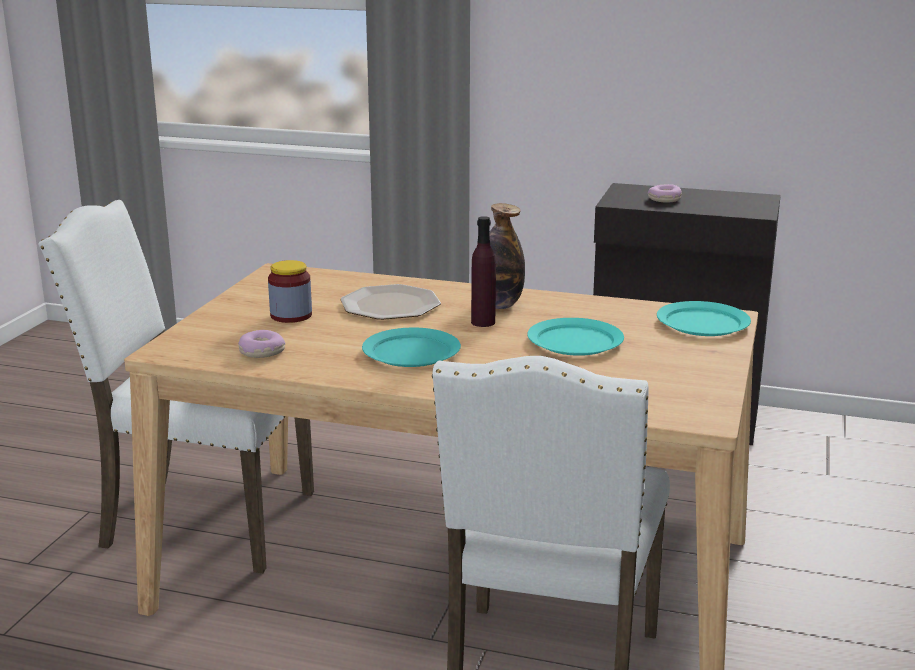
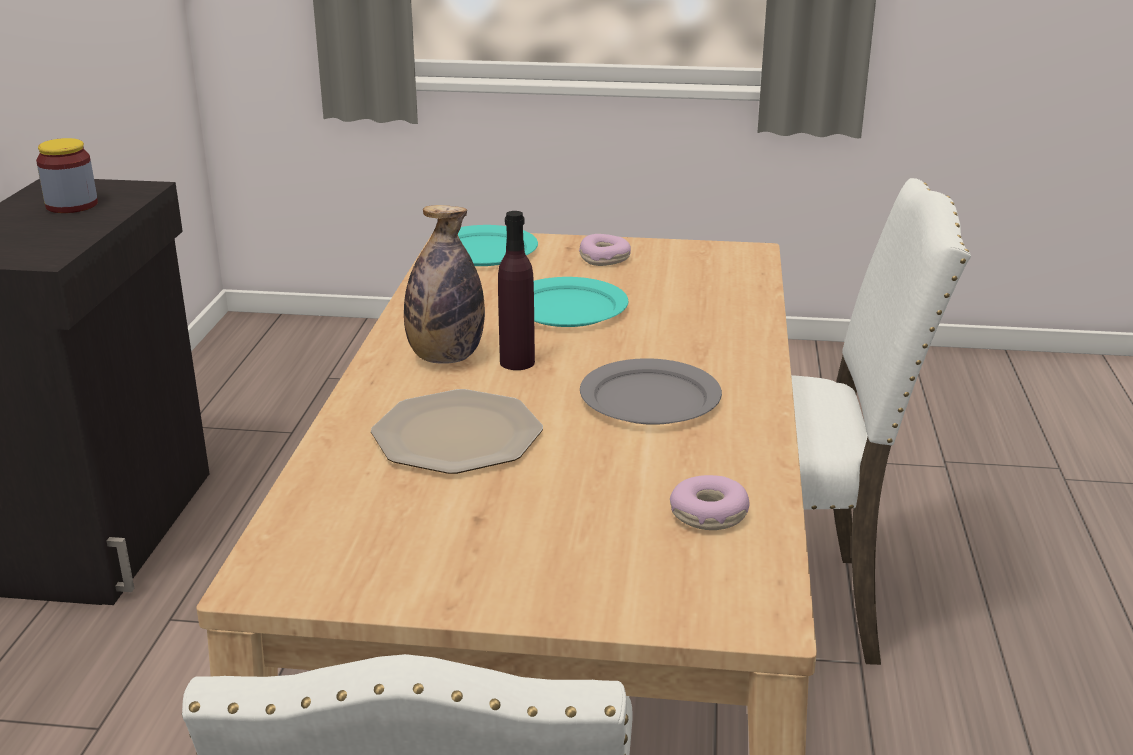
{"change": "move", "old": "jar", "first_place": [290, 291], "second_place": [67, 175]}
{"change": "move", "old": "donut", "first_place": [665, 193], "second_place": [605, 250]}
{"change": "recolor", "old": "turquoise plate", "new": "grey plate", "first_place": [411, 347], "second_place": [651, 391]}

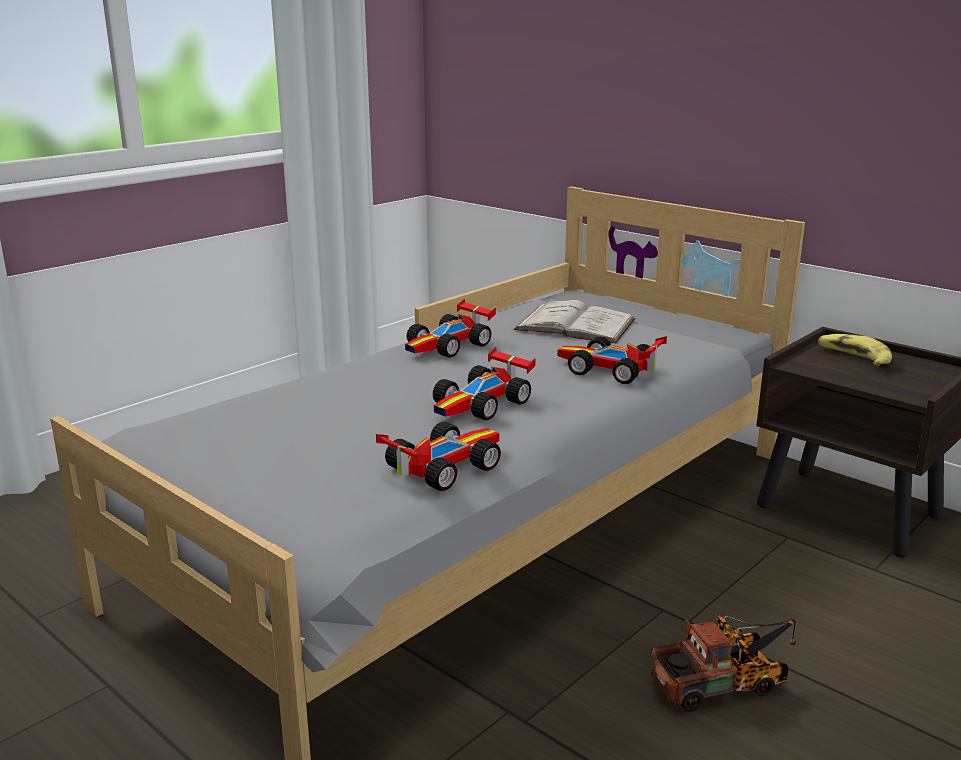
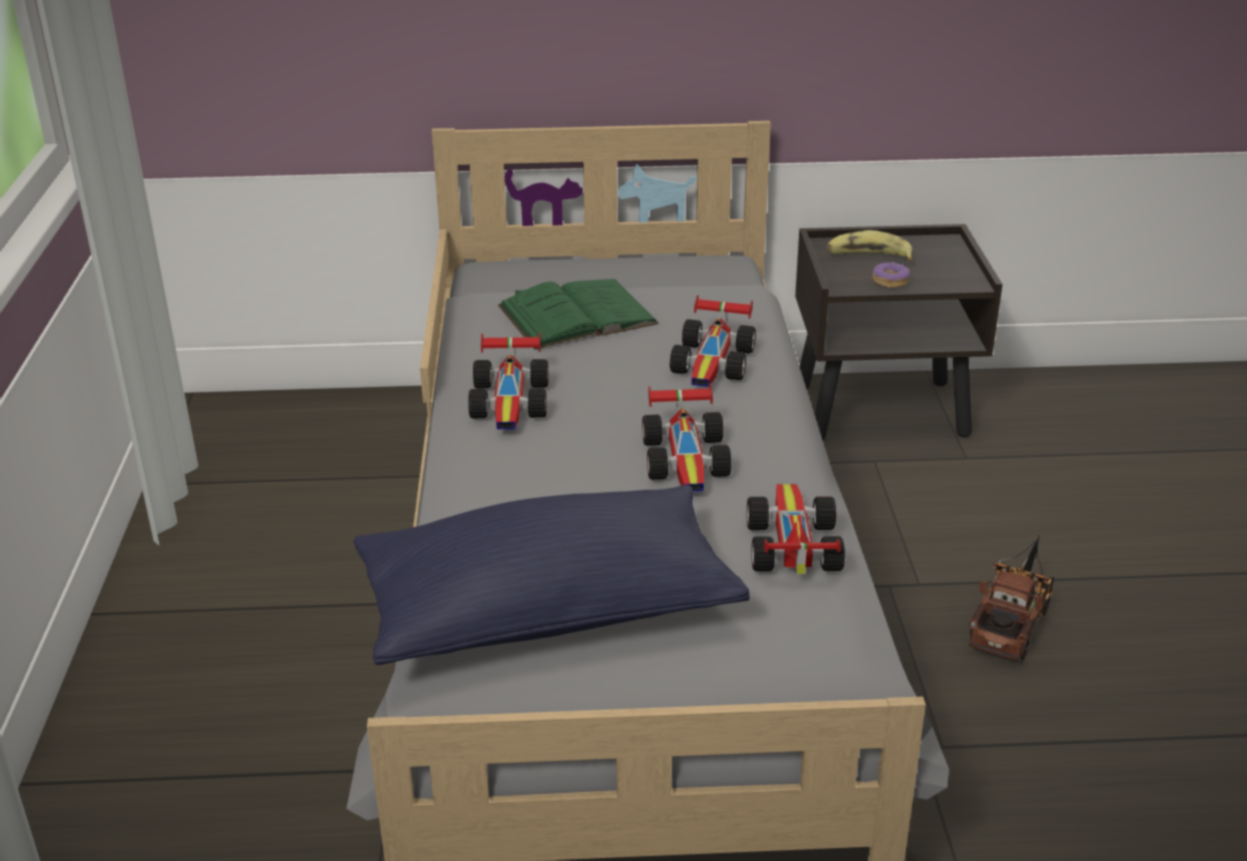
{"change": "insert", "new": "blue pillow", "second_place": [551, 575]}
{"change": "recolor", "old": "white book", "new": "green book", "first_place": [574, 320], "second_place": [578, 314]}
{"change": "rotate", "old": "toy car", "first_place": [612, 360], "second_place": [713, 341], "degrees": -60}
{"change": "insert", "new": "donut", "second_place": [891, 275]}

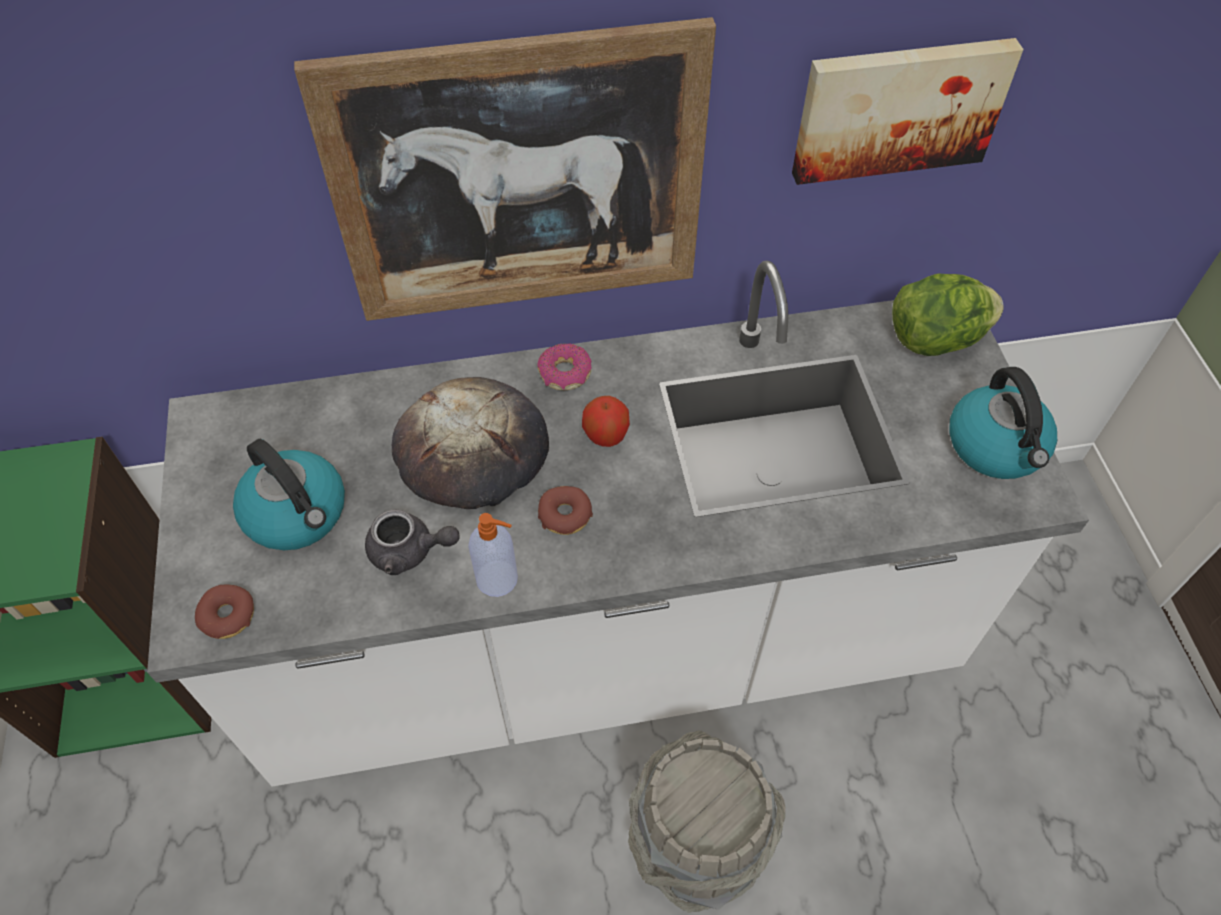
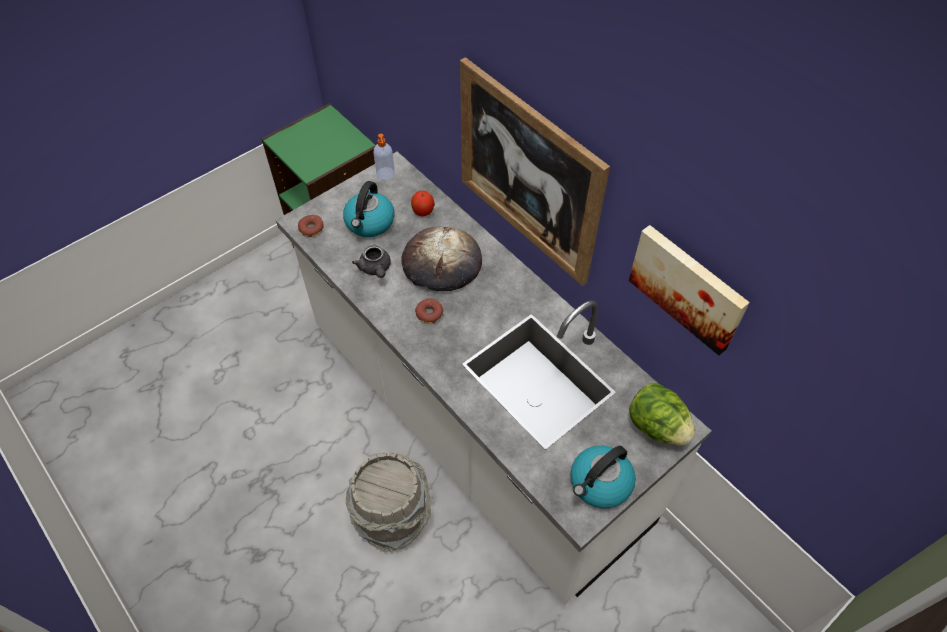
{"change": "move", "old": "soap dispenser", "first_place": [493, 555], "second_place": [384, 157]}
{"change": "move", "old": "apple", "first_place": [606, 421], "second_place": [423, 204]}
{"change": "delete", "old": "donut", "first_place": [565, 367]}

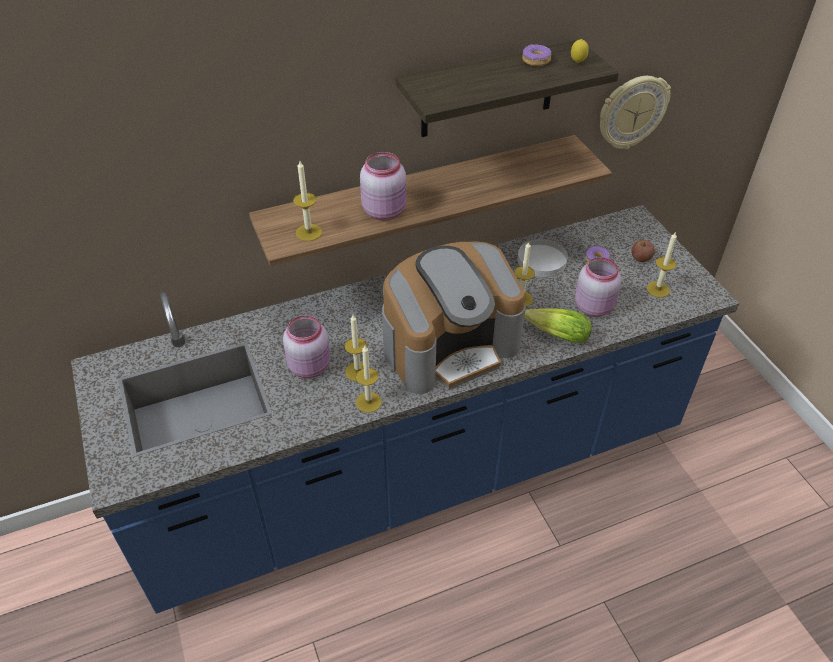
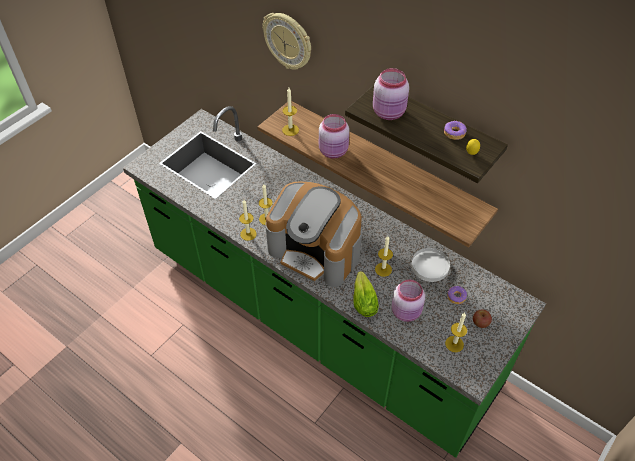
{"change": "recolor", "old": "blue counter", "new": "green counter", "first_place": [405, 409], "second_place": [334, 282]}
{"change": "move", "old": "wall clock", "first_place": [635, 112], "second_place": [287, 41]}
{"change": "move", "old": "pink jar", "first_place": [306, 346], "second_place": [391, 94]}

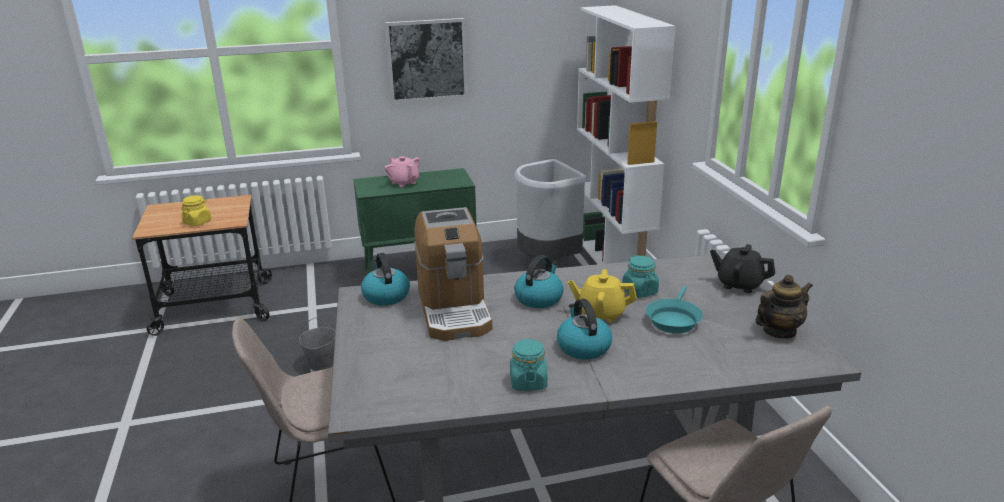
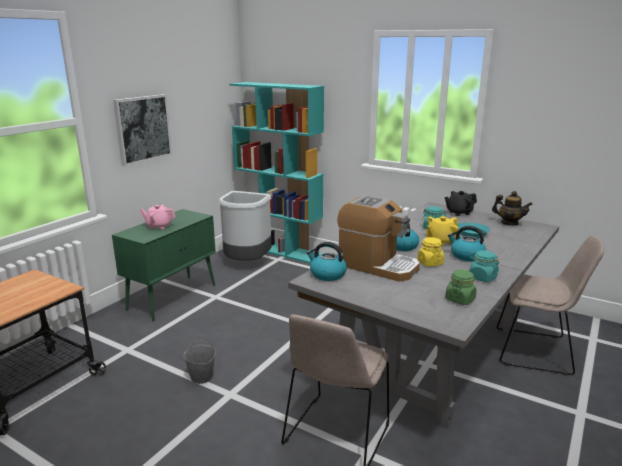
{"change": "recolor", "old": "white bookcase", "new": "turquoise bookcase", "first_place": [626, 134], "second_place": [277, 172]}
{"change": "move", "old": "yellow jar", "first_place": [196, 210], "second_place": [431, 251]}
{"change": "insert", "new": "green jar", "second_place": [461, 287]}
{"change": "rotate", "old": "teapot", "first_place": [784, 306], "second_place": [512, 208], "degrees": 105}

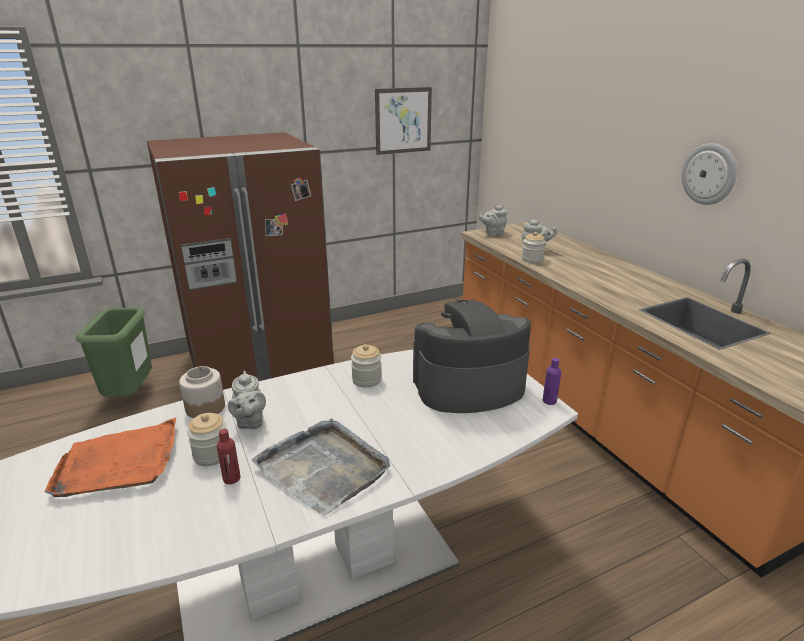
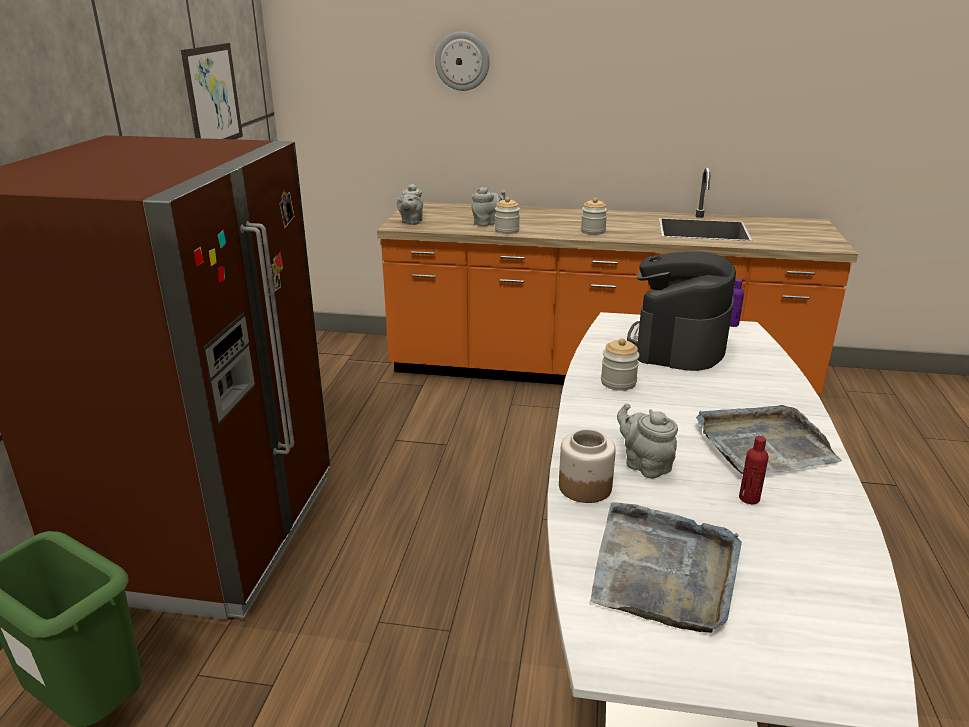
{"change": "move", "old": "wall clock", "first_place": [709, 174], "second_place": [462, 61]}
{"change": "move", "old": "jar", "first_place": [206, 439], "second_place": [594, 216]}
{"change": "recolor", "old": "orange tray", "new": "grey tray", "first_place": [110, 457], "second_place": [666, 567]}
{"change": "rotate", "old": "grey teapot", "first_place": [247, 400], "second_place": [647, 440], "degrees": -150}

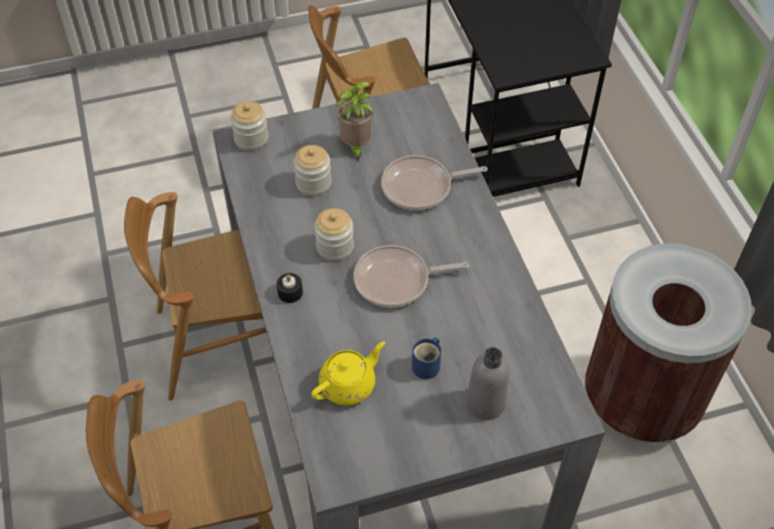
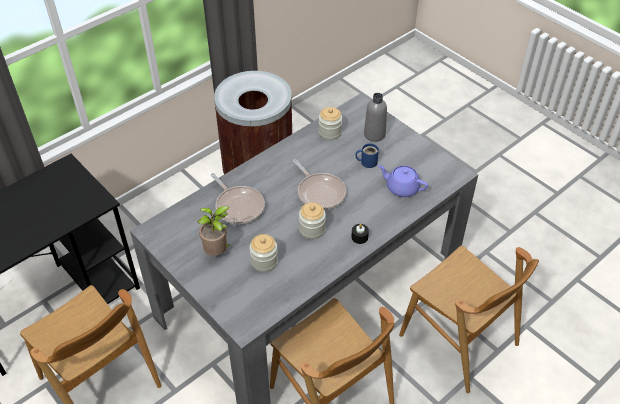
{"change": "move", "old": "jar", "first_place": [249, 126], "second_place": [330, 123]}
{"change": "recolor", "old": "yellow teapot", "new": "purple teapot", "first_place": [348, 373], "second_place": [403, 181]}

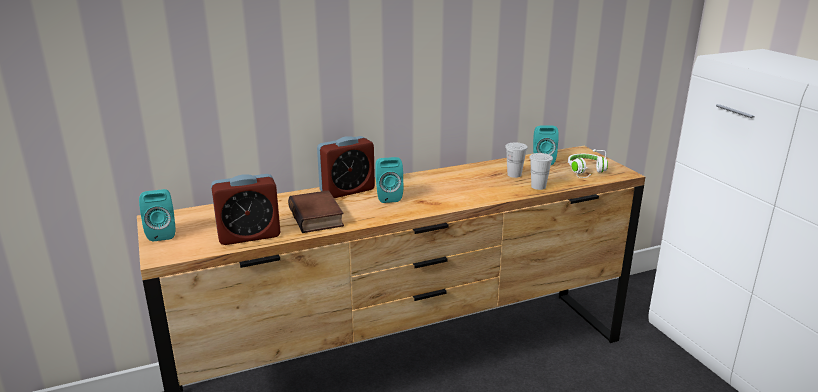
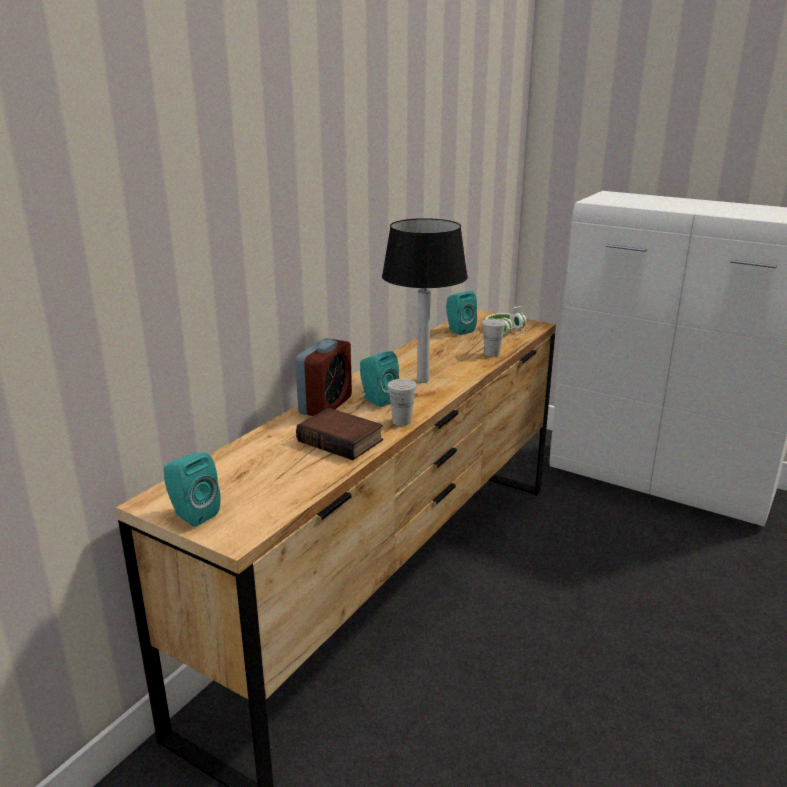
{"change": "insert", "new": "table lamp", "second_place": [425, 300]}
{"change": "move", "old": "white cup", "first_place": [516, 160], "second_place": [402, 402]}
{"change": "delete", "old": "alarm clock", "first_place": [246, 209]}

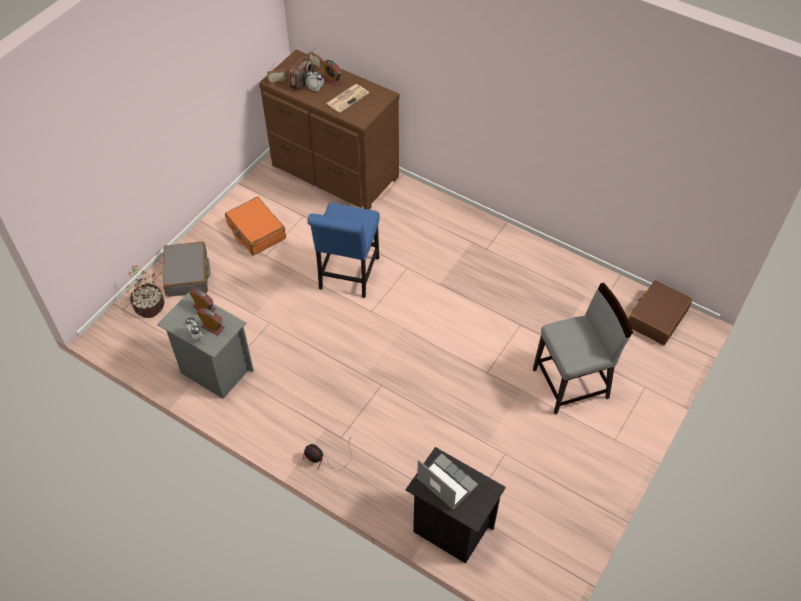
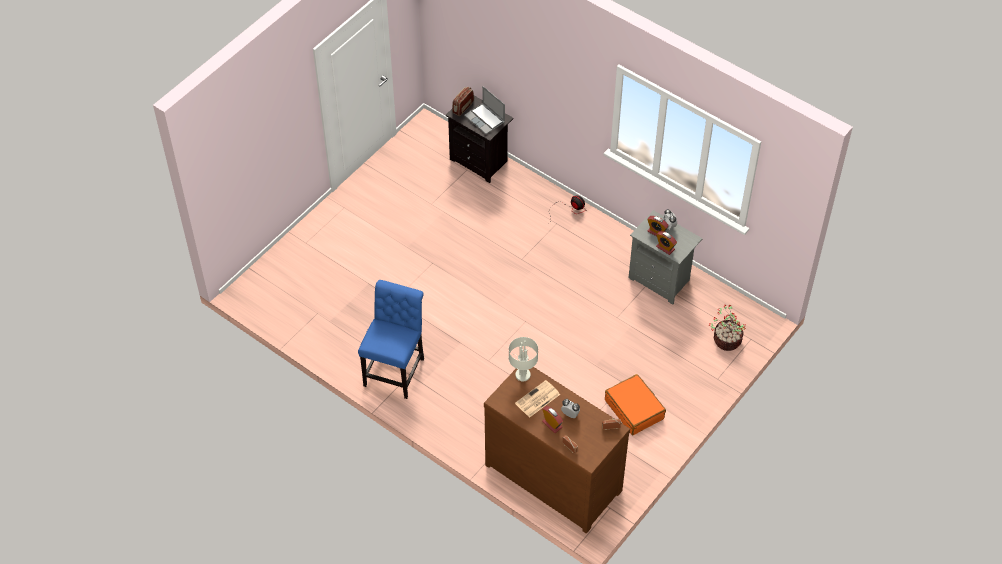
{"change": "move", "old": "blue chair", "first_place": [343, 250], "second_place": [391, 339]}
{"change": "move", "old": "radio", "first_place": [301, 73], "second_place": [463, 101]}
{"change": "insert", "new": "grey table lamp", "second_place": [523, 359]}
{"change": "delete", "old": "grey suitcase", "first_place": [187, 269]}
{"change": "delete", "old": "grey chair", "first_place": [583, 348]}
{"change": "delete", "old": "brown suitcase", "first_place": [660, 312]}

